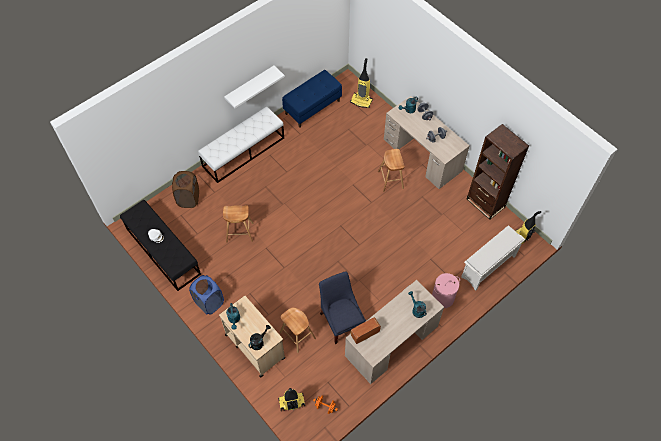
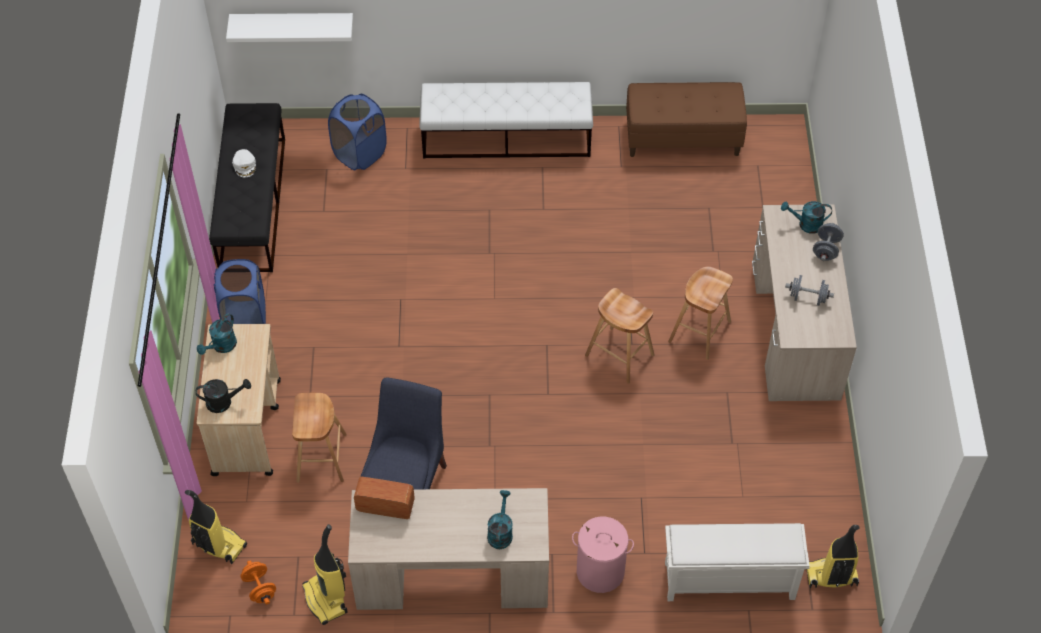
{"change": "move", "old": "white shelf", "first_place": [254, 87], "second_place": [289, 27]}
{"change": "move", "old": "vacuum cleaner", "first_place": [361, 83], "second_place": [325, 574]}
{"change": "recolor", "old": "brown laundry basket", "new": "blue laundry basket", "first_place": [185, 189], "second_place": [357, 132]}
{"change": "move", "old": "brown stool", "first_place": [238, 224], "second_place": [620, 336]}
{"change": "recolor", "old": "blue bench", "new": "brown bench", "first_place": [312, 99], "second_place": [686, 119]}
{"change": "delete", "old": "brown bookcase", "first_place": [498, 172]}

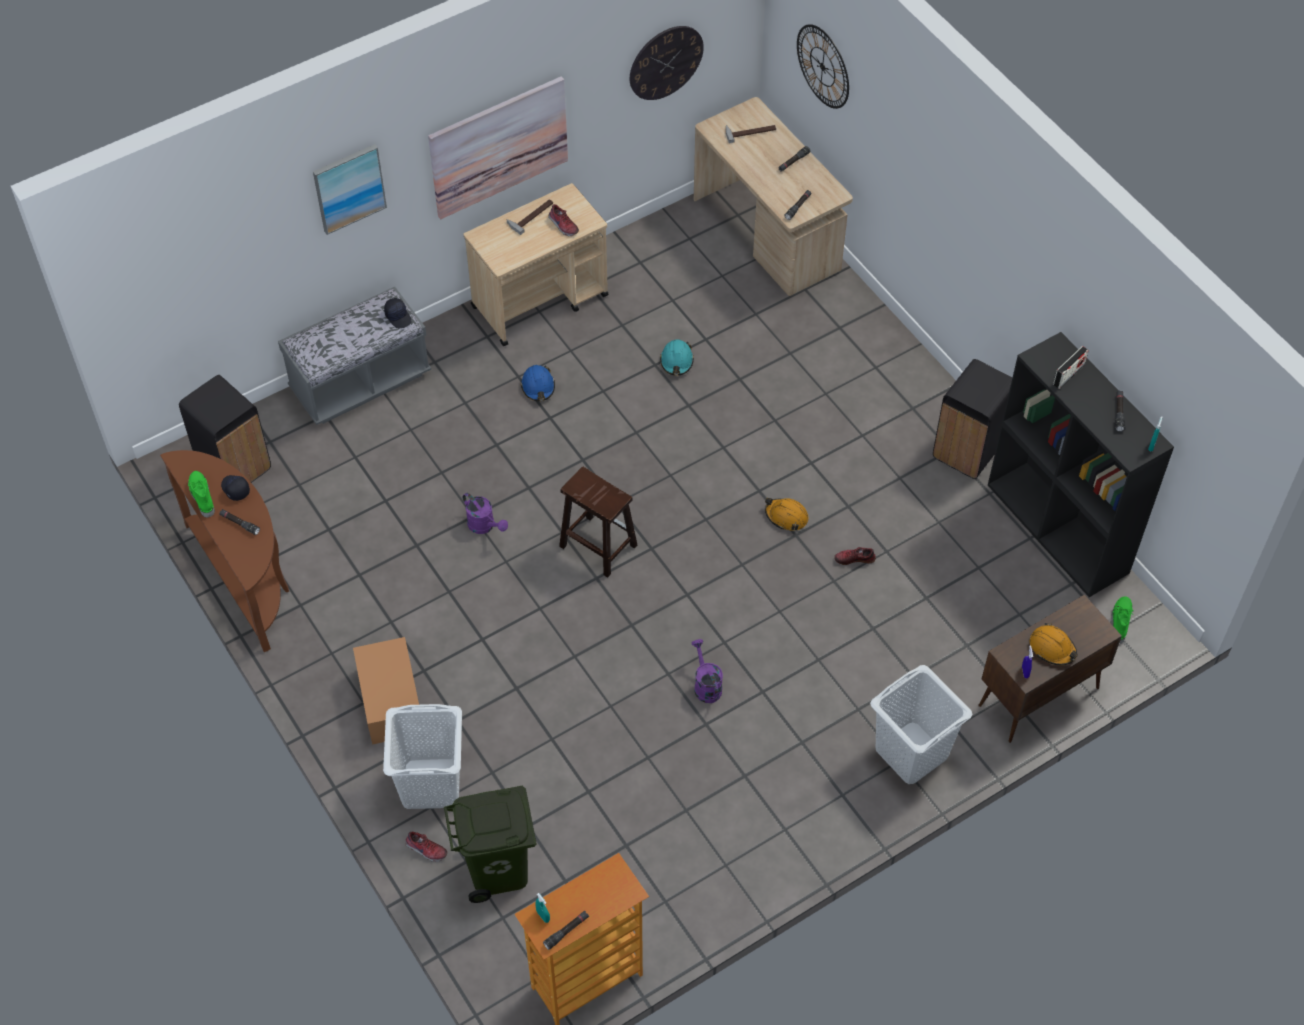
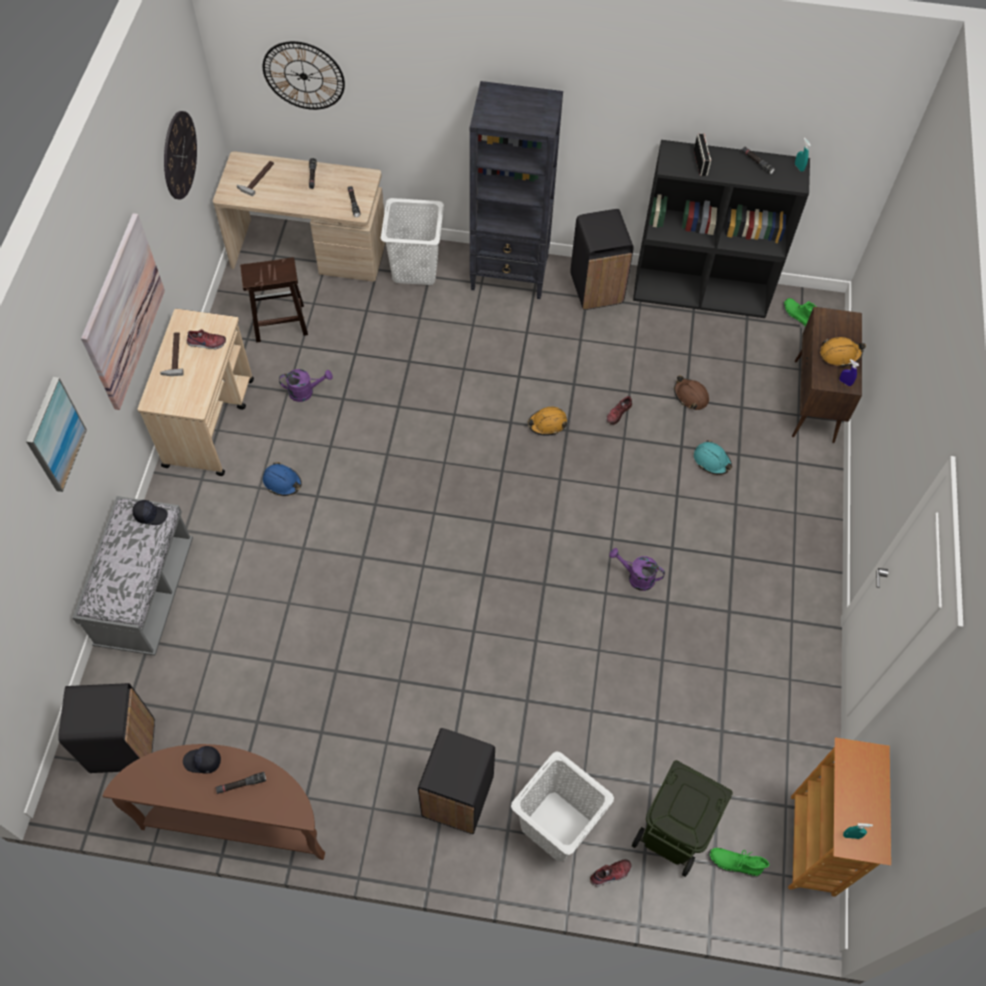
{"change": "move", "old": "brown stool", "first_place": [598, 522], "second_place": [274, 300]}
{"change": "move", "old": "purple watering can", "first_place": [485, 513], "second_place": [306, 385]}
{"change": "move", "old": "white laundry basket", "first_place": [921, 724], "second_place": [412, 241]}
{"change": "replace", "old": "cardboard box", "new": "black trash can", "first_place": [386, 691], "second_place": [456, 781]}
{"change": "insert", "new": "black bookcase", "second_place": [516, 190]}
{"change": "insert", "new": "brown hard hat", "second_place": [691, 392]}
{"change": "move", "old": "turquoise hard hat", "first_place": [677, 357], "second_place": [713, 457]}
{"change": "move", "old": "green boot", "first_place": [201, 494], "second_place": [738, 862]}
{"change": "delete", "old": "black flashlight", "first_place": [566, 930]}

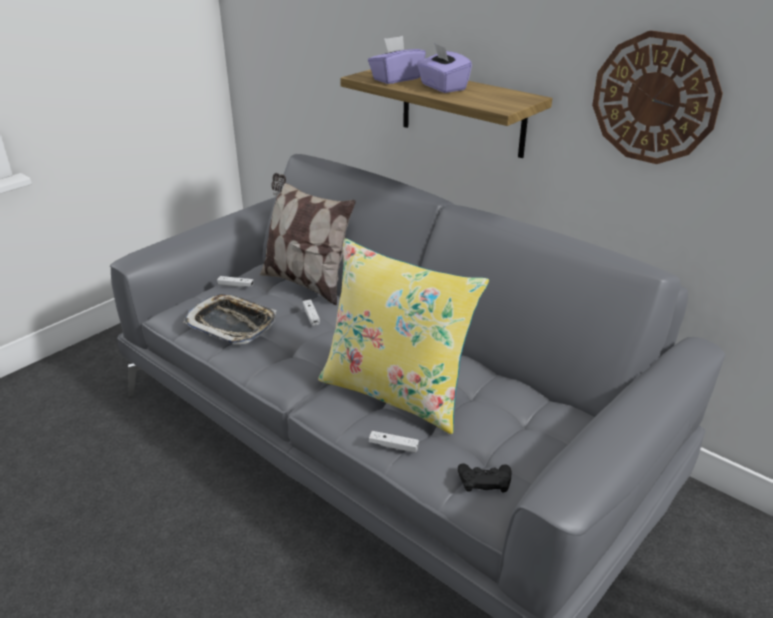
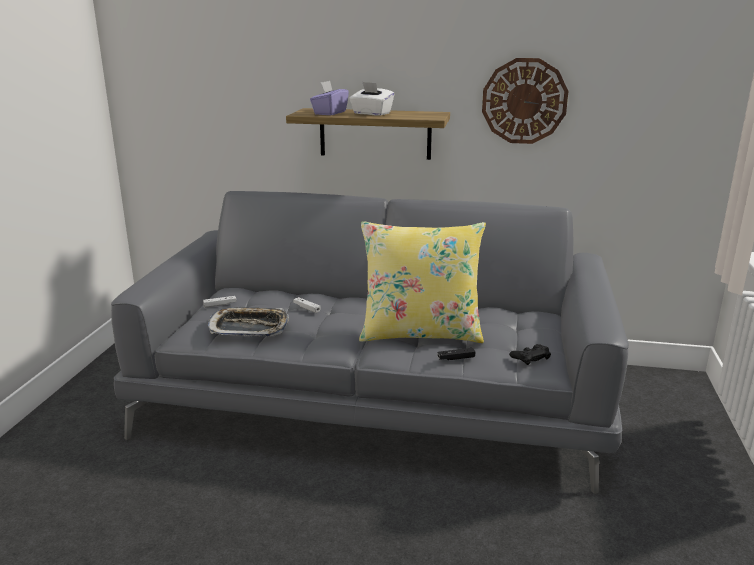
{"change": "recolor", "old": "purple tissue box", "new": "white tissue box", "first_place": [444, 68], "second_place": [371, 99]}
{"change": "recolor", "old": "white game controller", "new": "black game controller", "first_place": [394, 442], "second_place": [456, 354]}
{"change": "delete", "old": "pillow", "first_place": [308, 239]}

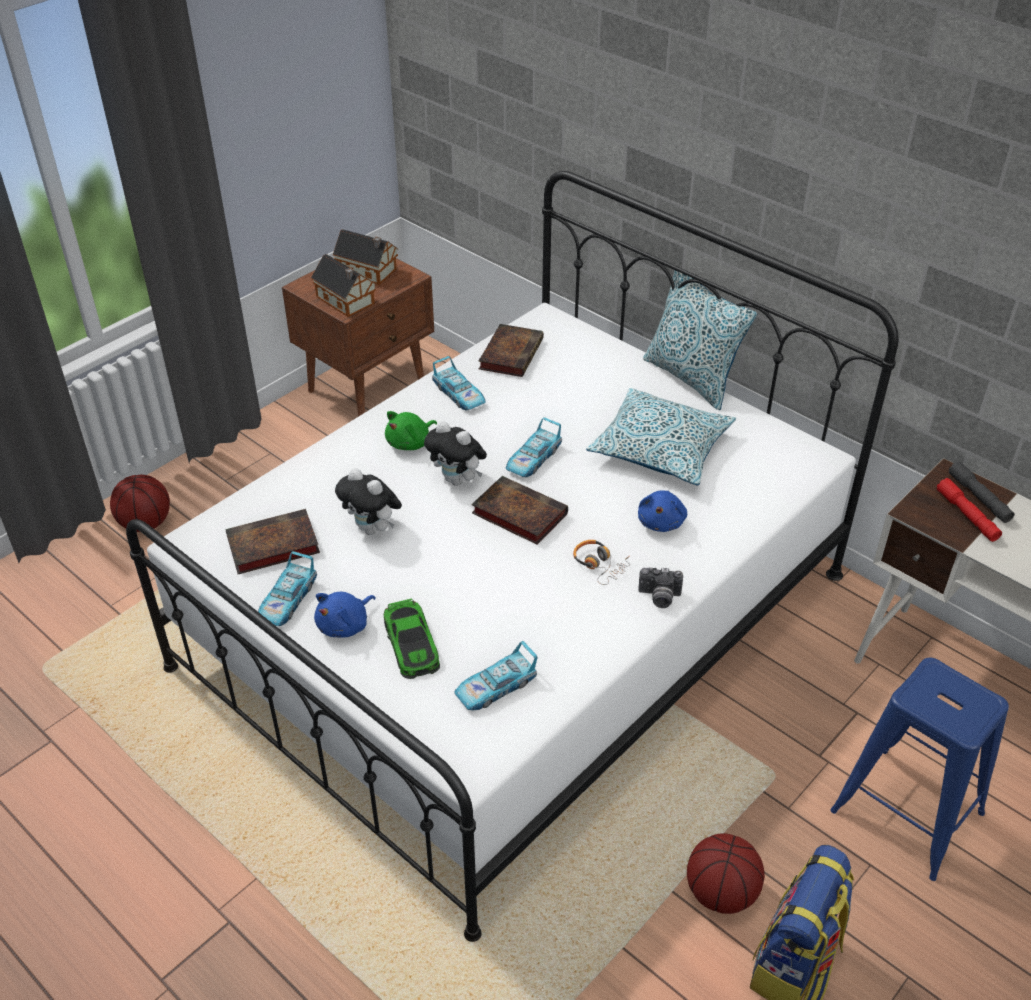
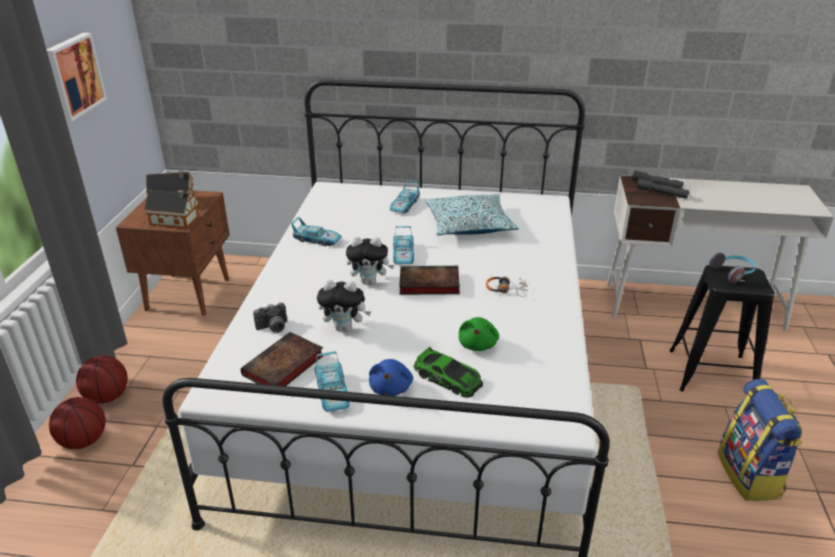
{"change": "insert", "new": "picture", "second_place": [76, 77]}
{"change": "move", "old": "basketball", "first_place": [725, 873], "second_place": [102, 380]}
{"change": "move", "old": "photo camera", "first_place": [660, 587], "second_place": [270, 318]}
{"change": "move", "old": "toy car", "first_place": [496, 675], "second_place": [405, 197]}
{"change": "move", "old": "green plush toy", "first_place": [411, 430], "second_place": [479, 334]}
{"change": "recolor", "old": "red flashlight", "new": "grey flashlight", "first_place": [969, 510], "second_place": [662, 188]}
{"change": "recolor", "old": "blue stool", "new": "black stool", "first_place": [919, 769], "second_place": [722, 328]}
{"change": "insert", "new": "headphones", "second_place": [732, 267]}
{"change": "delete", "old": "book", "first_place": [511, 350]}
{"change": "delete", "old": "blue plush toy", "first_place": [662, 511]}
{"change": "delete", "old": "pillow", "first_place": [700, 338]}

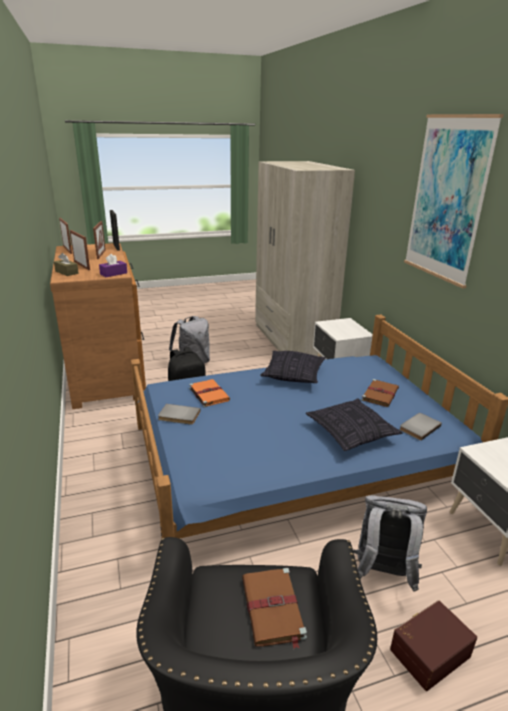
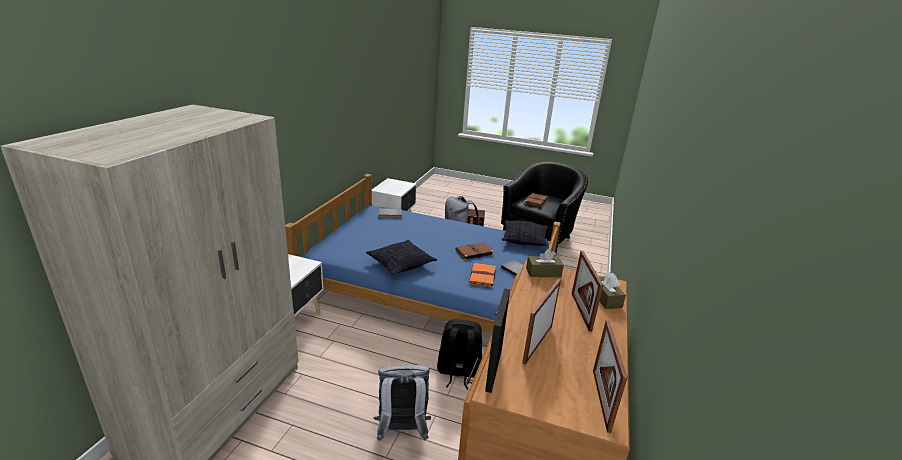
{"change": "move", "old": "brown book", "first_place": [380, 393], "second_place": [475, 251]}
{"change": "move", "old": "pillow", "first_place": [354, 425], "second_place": [525, 233]}
{"change": "recolor", "old": "purple tissue box", "new": "brown tissue box", "first_place": [113, 265], "second_place": [545, 263]}
{"change": "delete", "old": "picture", "first_place": [454, 201]}

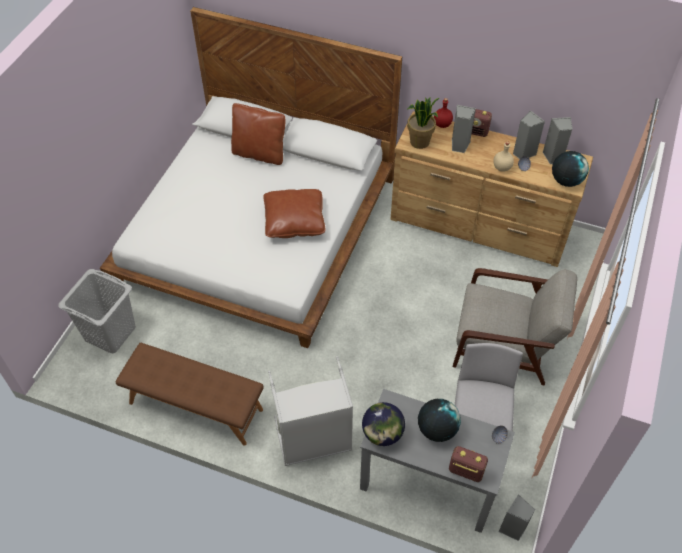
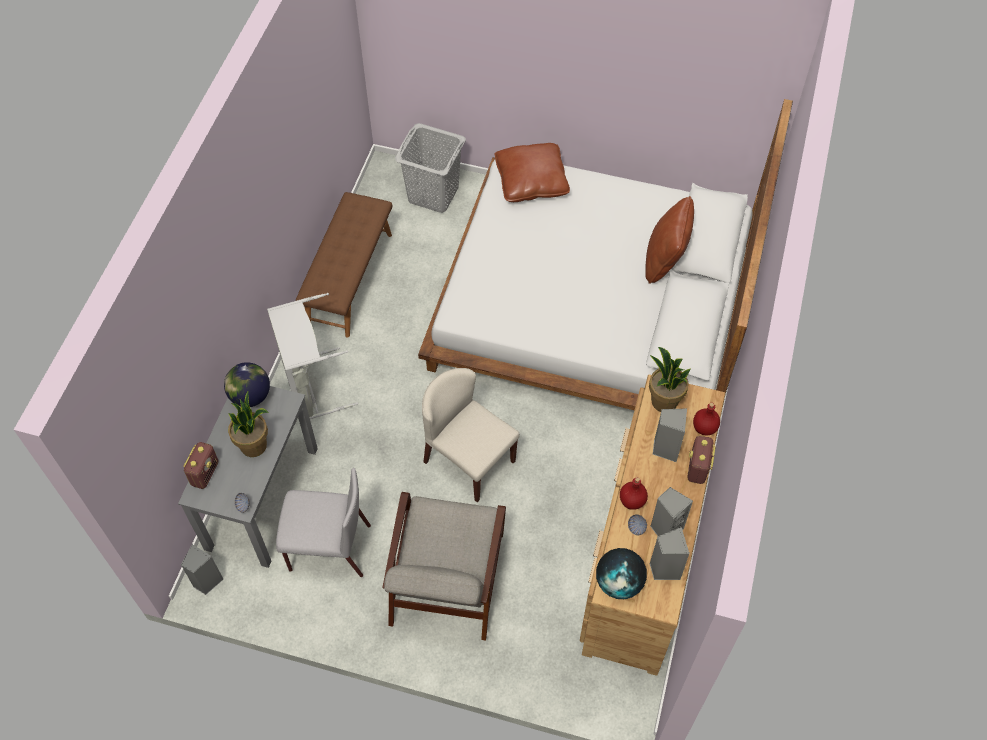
{"change": "replace", "old": "globe", "new": "potted plant", "first_place": [439, 420], "second_place": [248, 424]}
{"change": "insert", "new": "beige chair", "second_place": [471, 435]}
{"change": "move", "old": "brown pillow", "first_place": [294, 213], "second_place": [532, 172]}
{"change": "recolor", "old": "beige bottle", "new": "red bottle", "first_place": [503, 156], "second_place": [634, 493]}

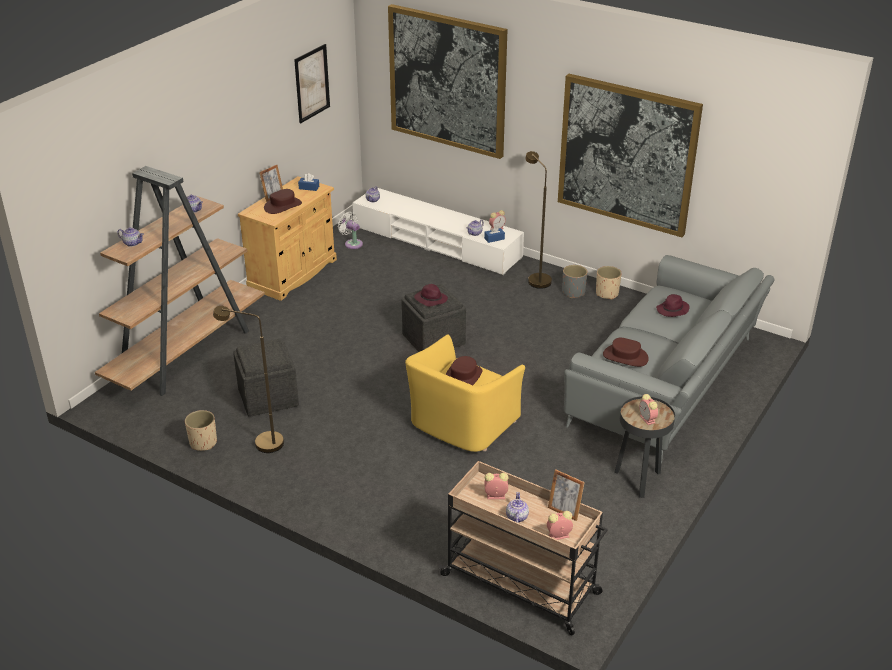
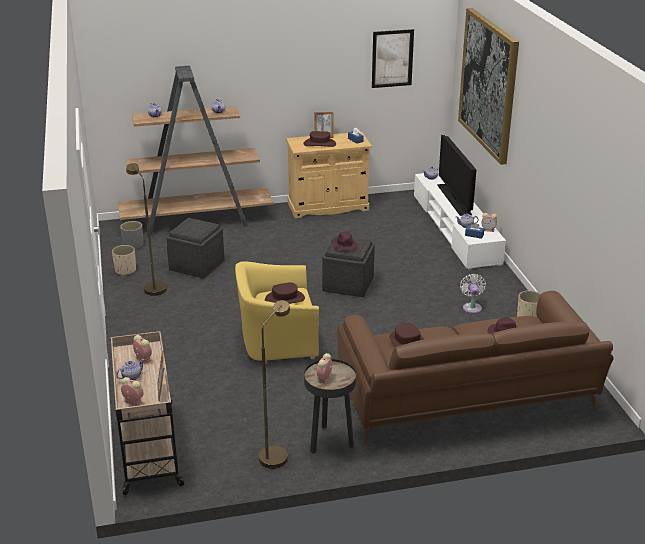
{"change": "move", "old": "grey planter", "first_place": [575, 281], "second_place": [131, 235]}
{"change": "move", "old": "brown floor lamp", "first_place": [538, 220], "second_place": [274, 384]}
{"change": "recolor", "old": "grey sofa", "new": "brown sofa", "first_place": [669, 359], "second_place": [475, 367]}
{"change": "insert", "new": "television", "second_place": [456, 175]}
{"change": "move", "old": "white fan", "first_place": [350, 230], "second_place": [473, 294]}
{"change": "delete", "old": "picture", "first_place": [630, 155]}

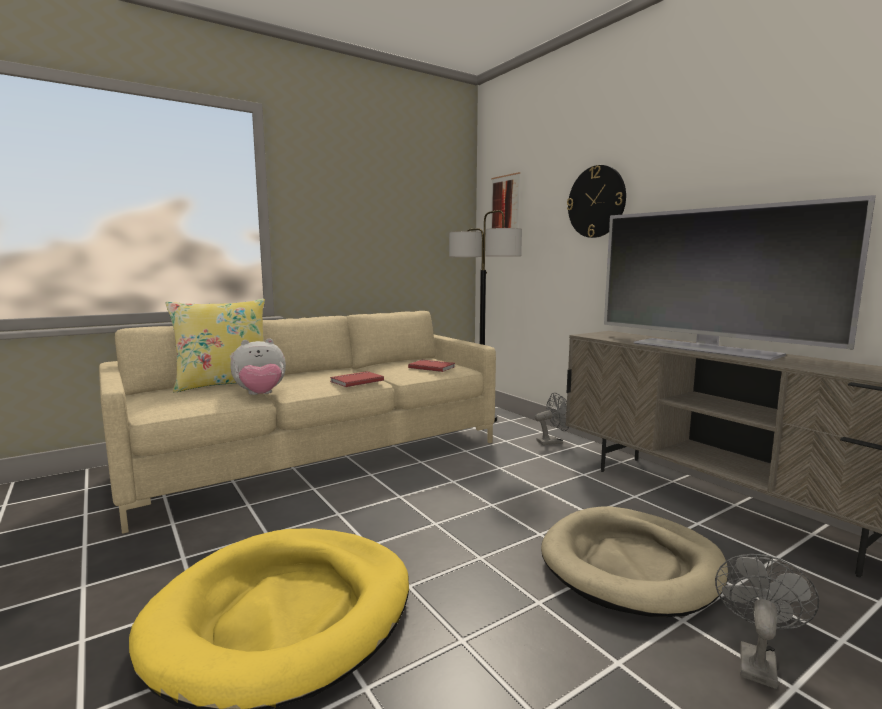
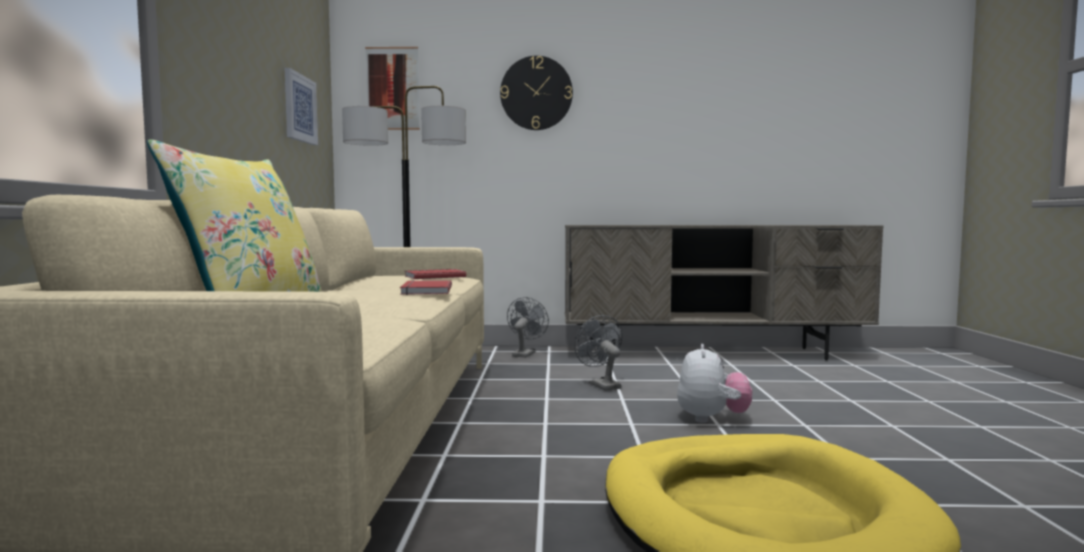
{"change": "insert", "new": "picture", "second_place": [301, 106]}
{"change": "move", "old": "grey fan", "first_place": [767, 621], "second_place": [598, 353]}
{"change": "move", "old": "plush toy", "first_place": [258, 366], "second_place": [714, 383]}
{"change": "delete", "old": "beige dog bed", "first_place": [634, 561]}
{"change": "delete", "old": "television", "first_place": [740, 278]}

